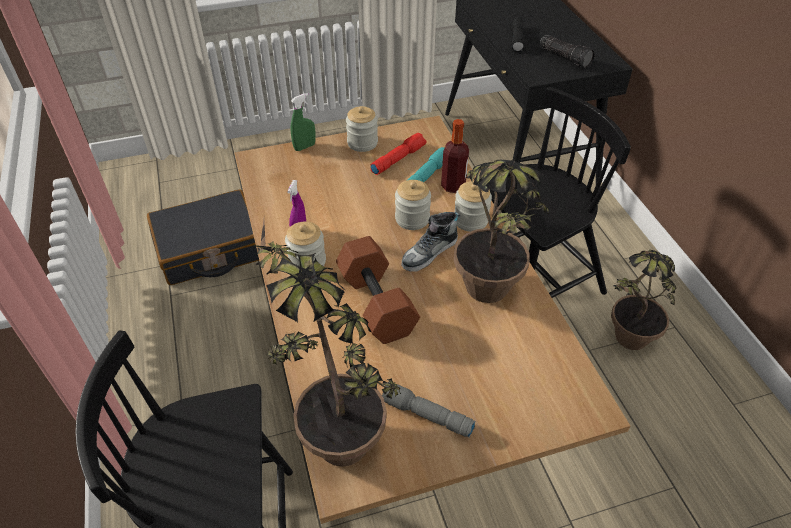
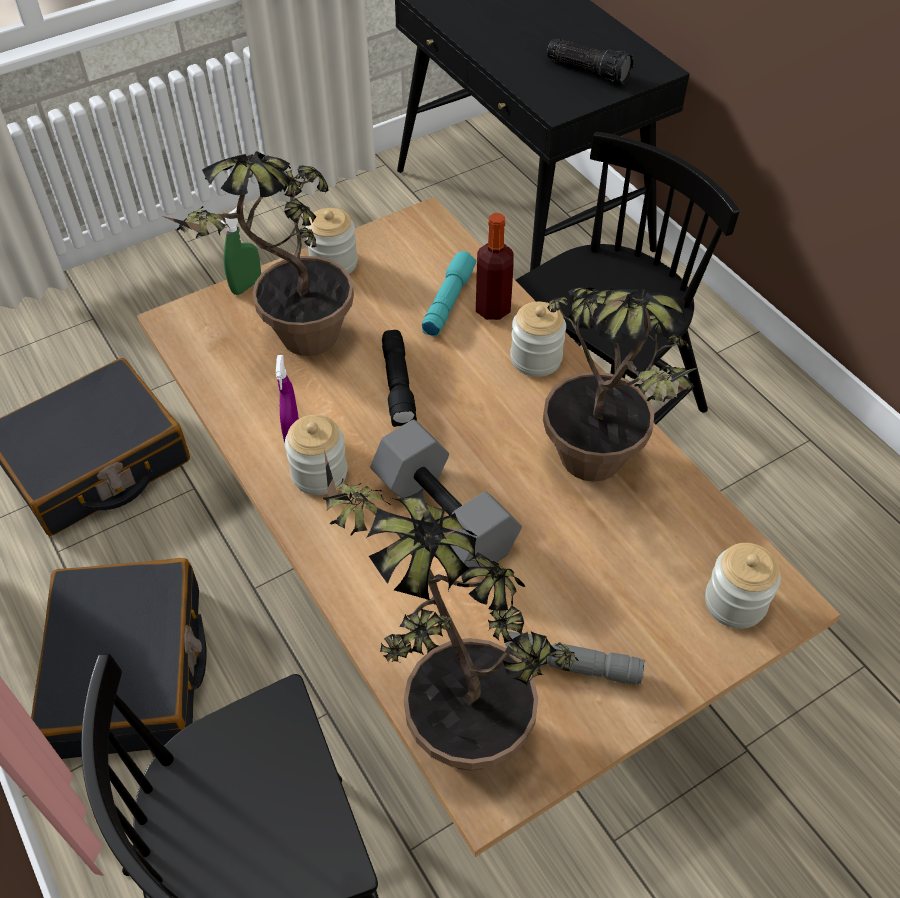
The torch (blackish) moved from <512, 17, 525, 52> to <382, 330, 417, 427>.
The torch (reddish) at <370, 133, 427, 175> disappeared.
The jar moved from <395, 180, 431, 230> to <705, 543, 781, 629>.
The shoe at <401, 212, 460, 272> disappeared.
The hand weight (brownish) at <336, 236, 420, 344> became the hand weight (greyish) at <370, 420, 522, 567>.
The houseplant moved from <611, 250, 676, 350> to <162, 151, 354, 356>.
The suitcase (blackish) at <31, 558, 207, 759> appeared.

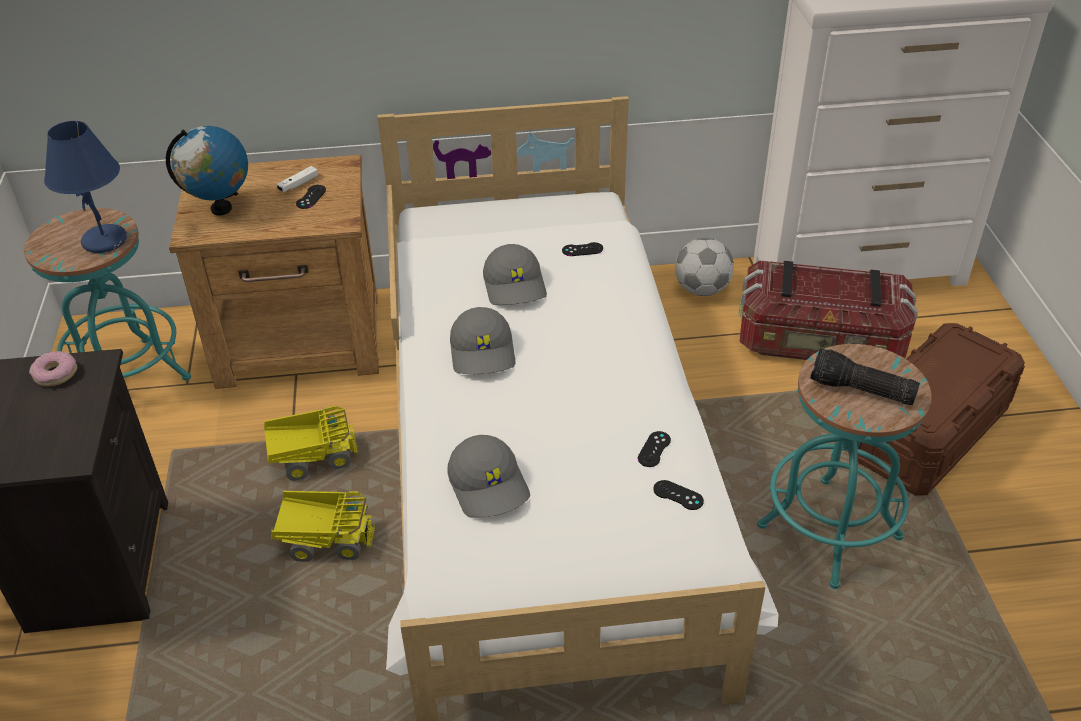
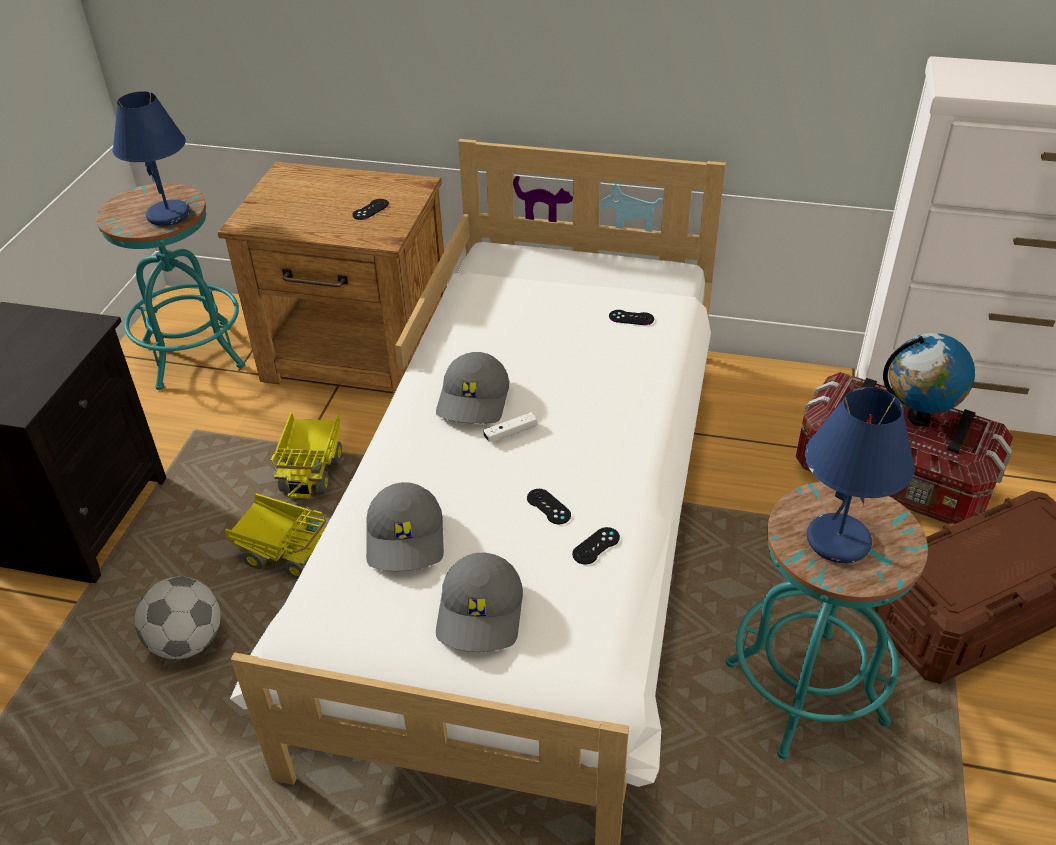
The desk globe moved from <166, 126, 248, 216> to <883, 333, 975, 426>.
The gamepad (white) moved from <277, 166, 318, 192> to <483, 412, 537, 442>.
The ball for football moved from <675, 238, 734, 296> to <135, 576, 221, 659>.
The cap (greyish) moved from <483, 244, 547, 305> to <436, 553, 523, 652>.
The torch at <810, 348, 920, 405> was replaced by the table lamp (blue-coloured) at <805, 387, 915, 563>.
The donut at <29, 351, 77, 387> disappeared.
The toy lorry at <264, 406, 358, 481> turned 90 degrees clockwise.
The gamepad (blackish) moved from <653, 480, 704, 510> to <527, 489, 571, 524>.

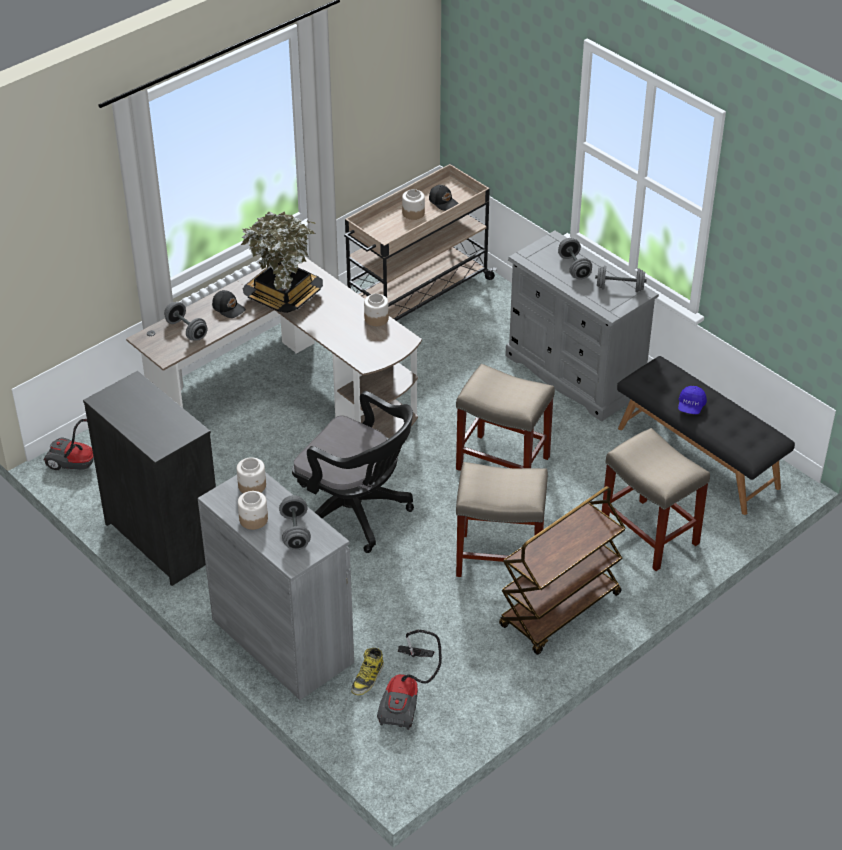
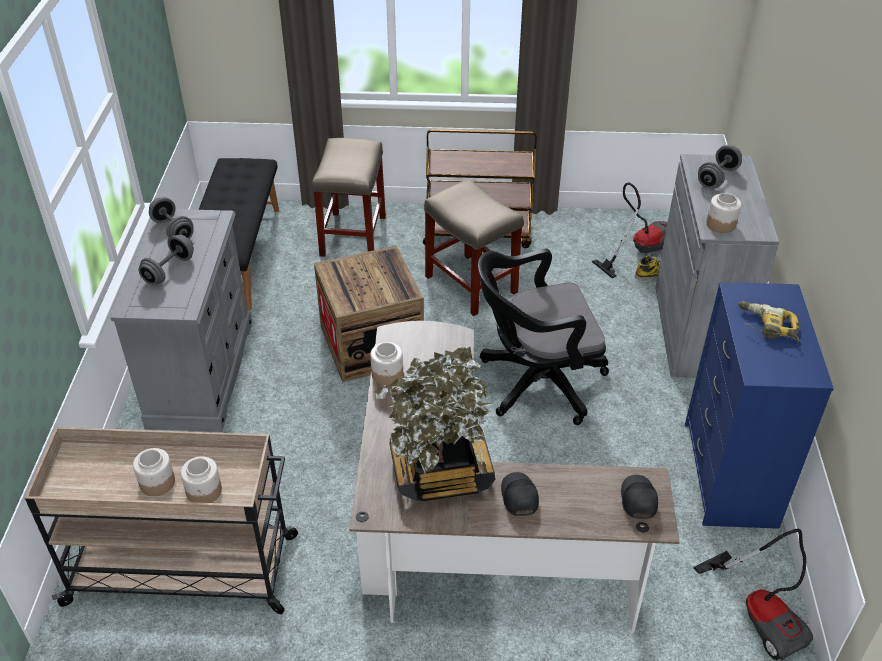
The cap (blackish) moved from <429, 185, 459, 211> to <621, 475, 658, 519>.
The hand weight (greyish) at <164, 302, 207, 341> disappeared.
The stool seat (sand-coloured) at <456, 364, 555, 471> was replaced by the crate at <314, 246, 424, 382>.
The dresser (blackish) at <83, 371, 216, 586> became the dresser (blue-coloured) at <685, 282, 834, 529>.
The cap (blue-coloured) at <678, 386, 707, 414> disappeared.
The office chair (blackish) at <292, 391, 414, 553> turned 90 degrees counterclockwise.
The jar moved from <238, 491, 268, 530> to <181, 456, 222, 503>.
The drill at <738, 301, 799, 343> appeared.

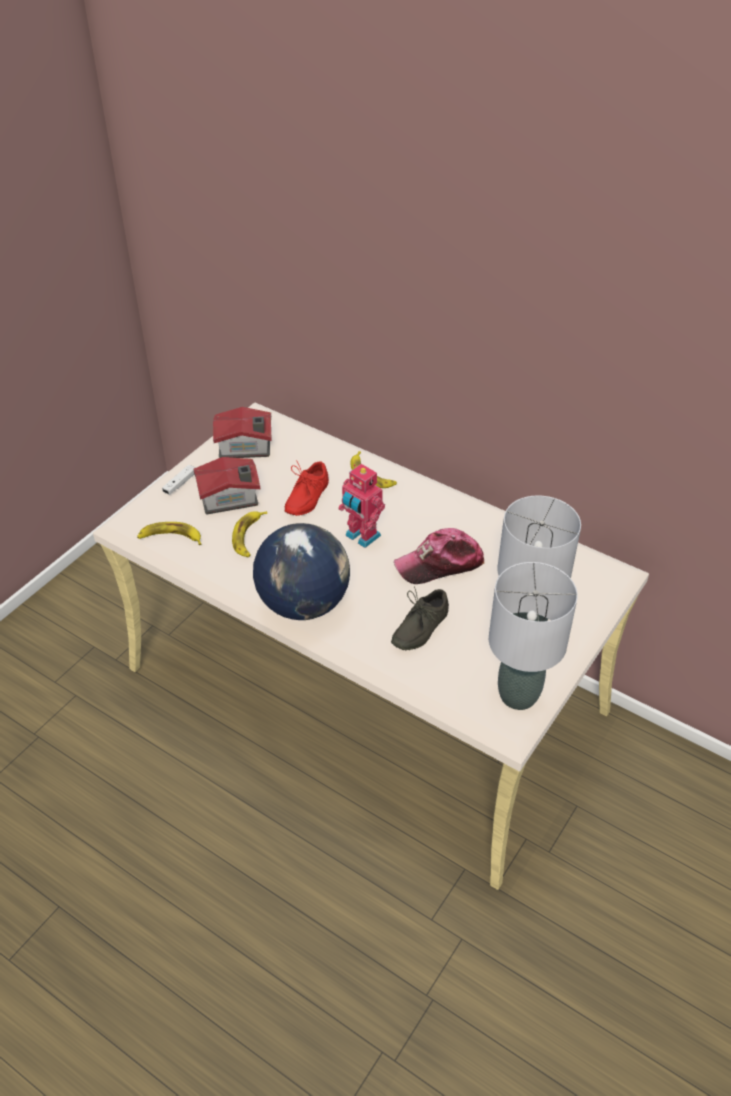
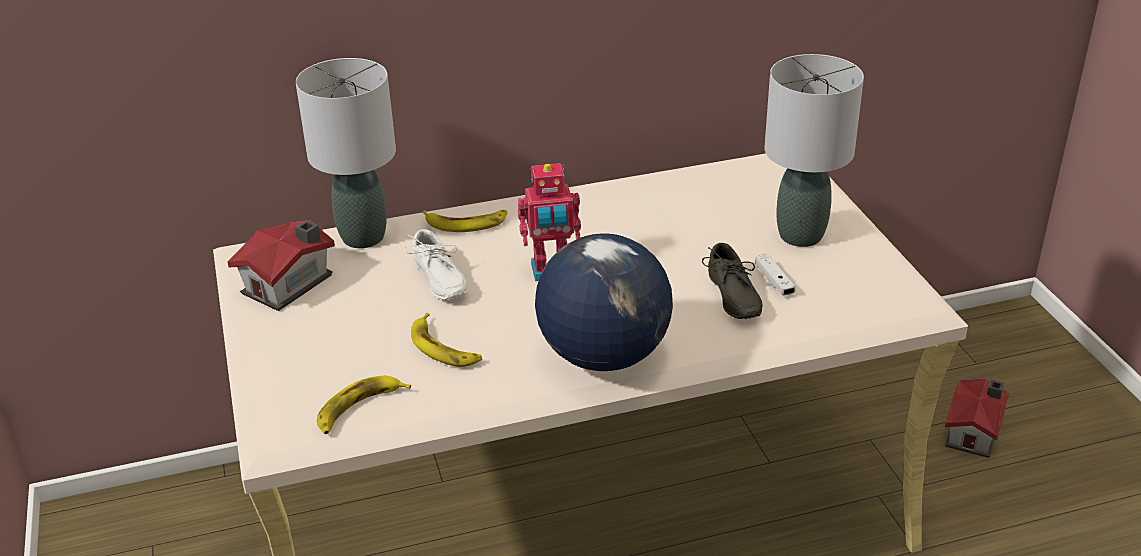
The model house moved from <194, 457, 260, 514> to <945, 378, 1009, 458>.
The shoe (reddish) at <284, 460, 329, 516> became the shoe (white) at <404, 229, 468, 300>.
The gamepad (white) moved from <162, 465, 195, 495> to <755, 254, 796, 296>.
The cap at <394, 528, 484, 584> disappeared.
The table lamp (greyish) moved from <489, 562, 578, 710> to <296, 58, 396, 248>.

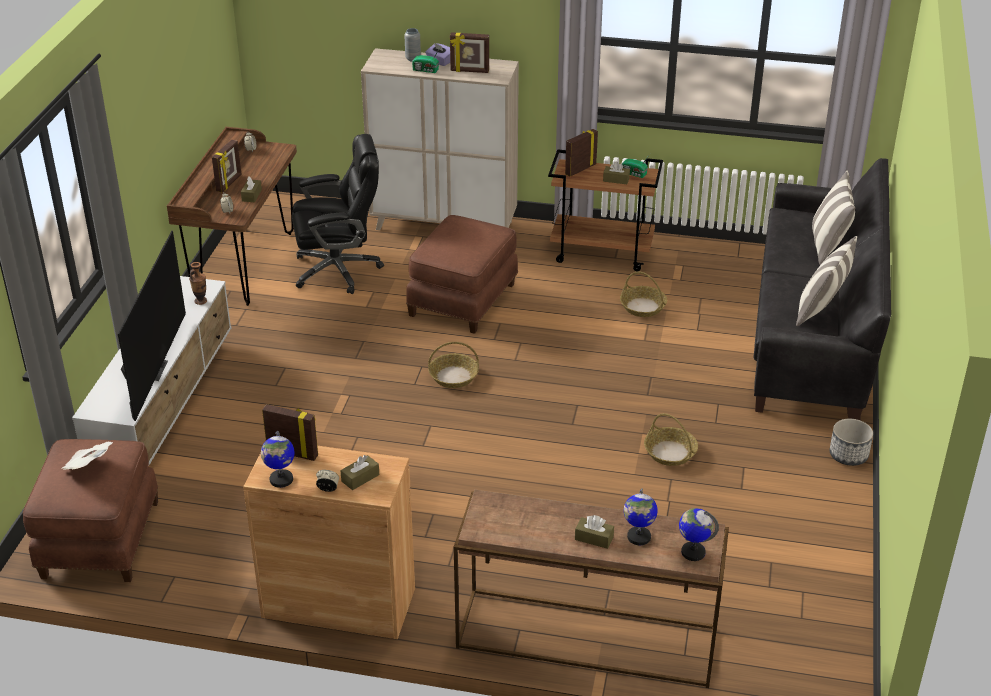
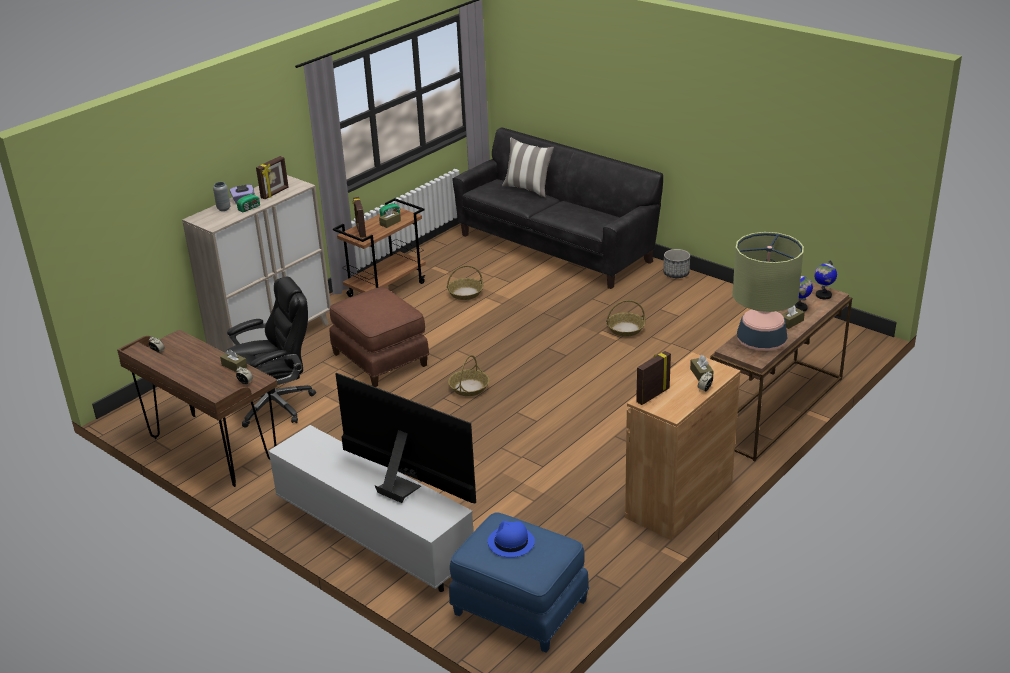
The office chair (blackish) at <292, 134, 384, 294> turned 45 degrees clockwise.
The standing frame at <212, 140, 241, 192> disappeared.
The throw pillow at <796, 236, 857, 326> disappeared.
The decorative vase at <189, 262, 207, 305> disappeared.
The desk globe at <261, 431, 295, 488> disappeared.
The footrest (brownish) at <23, 439, 158, 582> became the footrest (blue-coloured) at <449, 512, 589, 653>.
The printed paper at <61, 442, 113, 470> was replaced by the clothing hat (blue-coloured) at <487, 521, 535, 557>.
The table lamp at <732, 232, 804, 351> appeared.

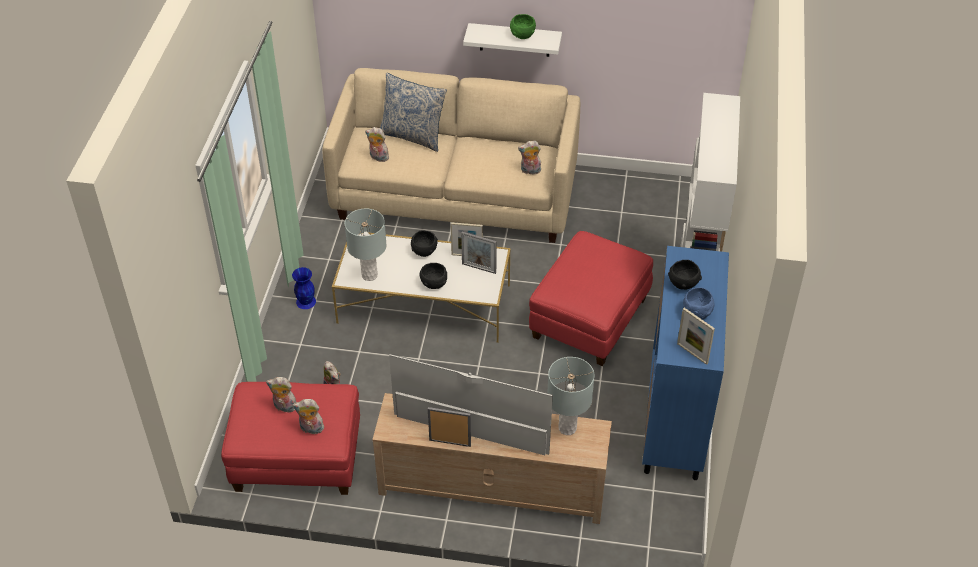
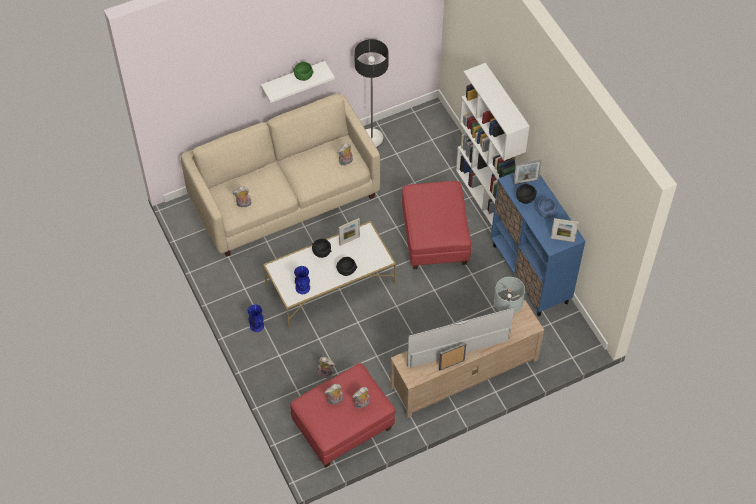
The throw pillow at <380, 73, 447, 152> disappeared.
The table lamp (greyish) at <345, 209, 387, 281> was replaced by the decorative vase (blue-coloured) at <294, 266, 310, 294>.
The standing frame moved from <461, 232, 497, 274> to <513, 159, 542, 185>.
The floor lamp at <354, 39, 389, 148> appeared.

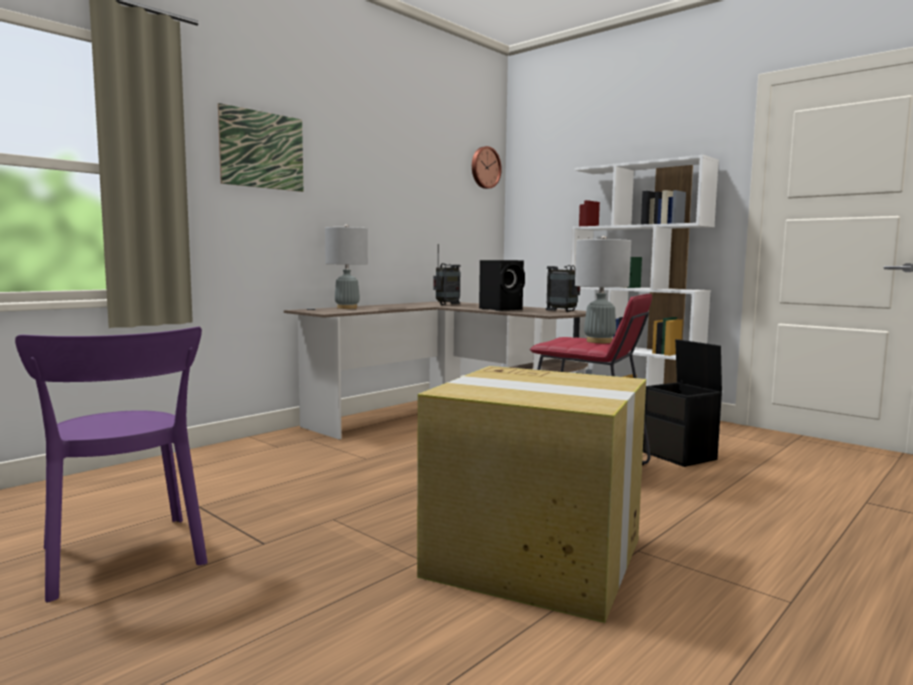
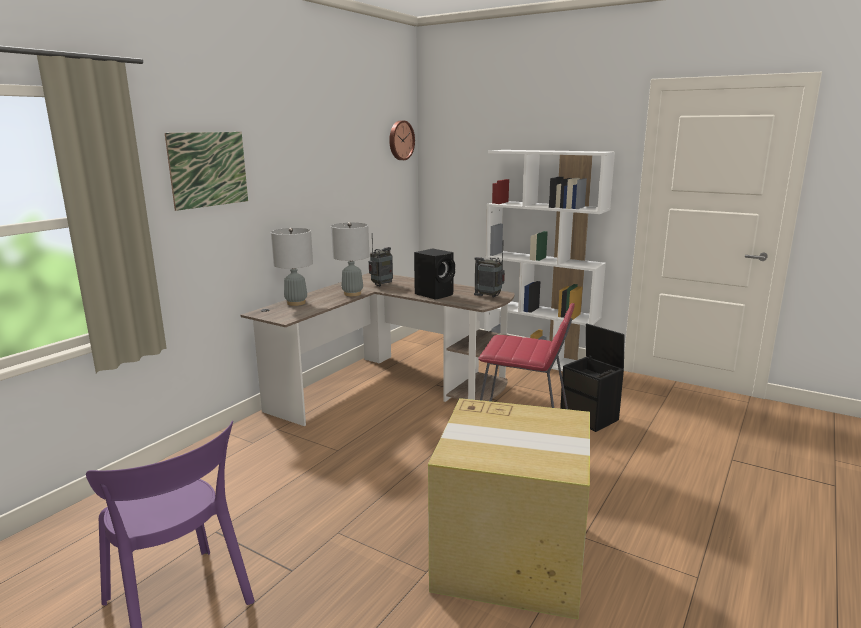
The table lamp (greyish) moved from <575, 236, 631, 343> to <331, 222, 369, 296>.

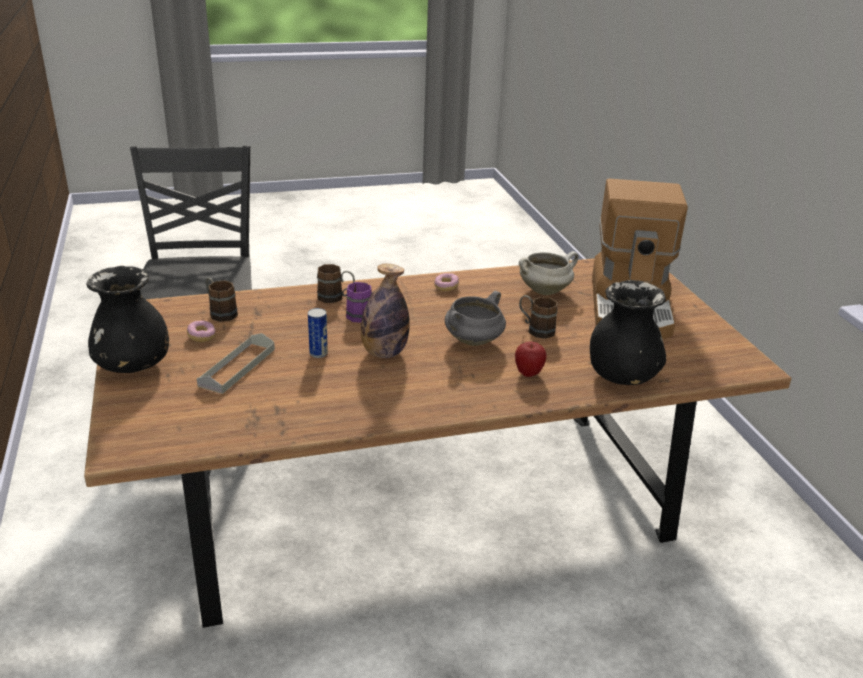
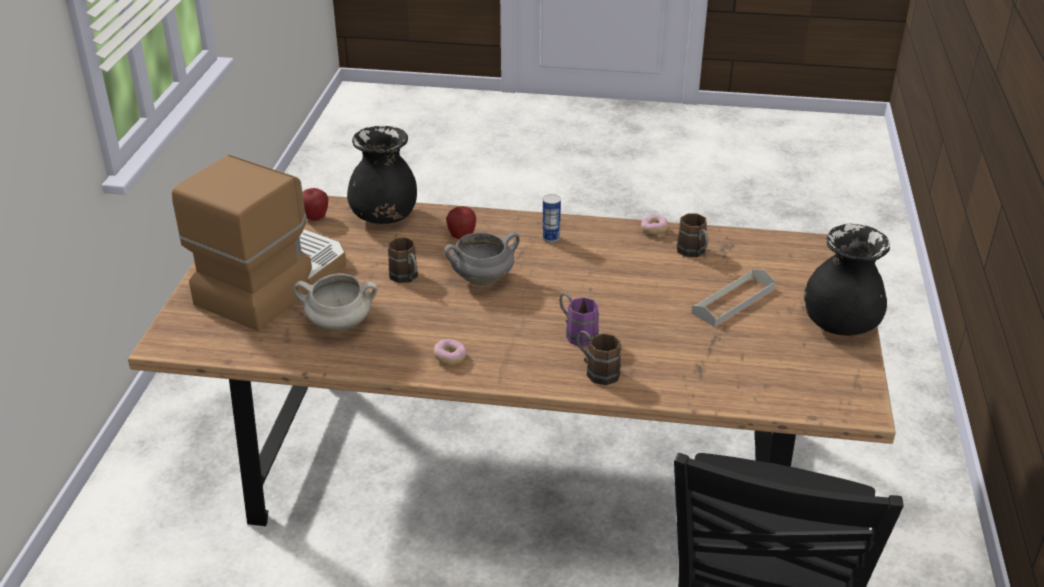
The drink bottle at <361, 264, 409, 358> disappeared.
The mug (brownish) moved from <206, 278, 238, 322> to <677, 213, 708, 257>.
The sealed can moved from <308, 308, 328, 358> to <542, 194, 561, 243>.
The donut moved from <187, 320, 216, 342> to <641, 215, 668, 234>.
The whole apple at <302, 188, 328, 221> appeared.

